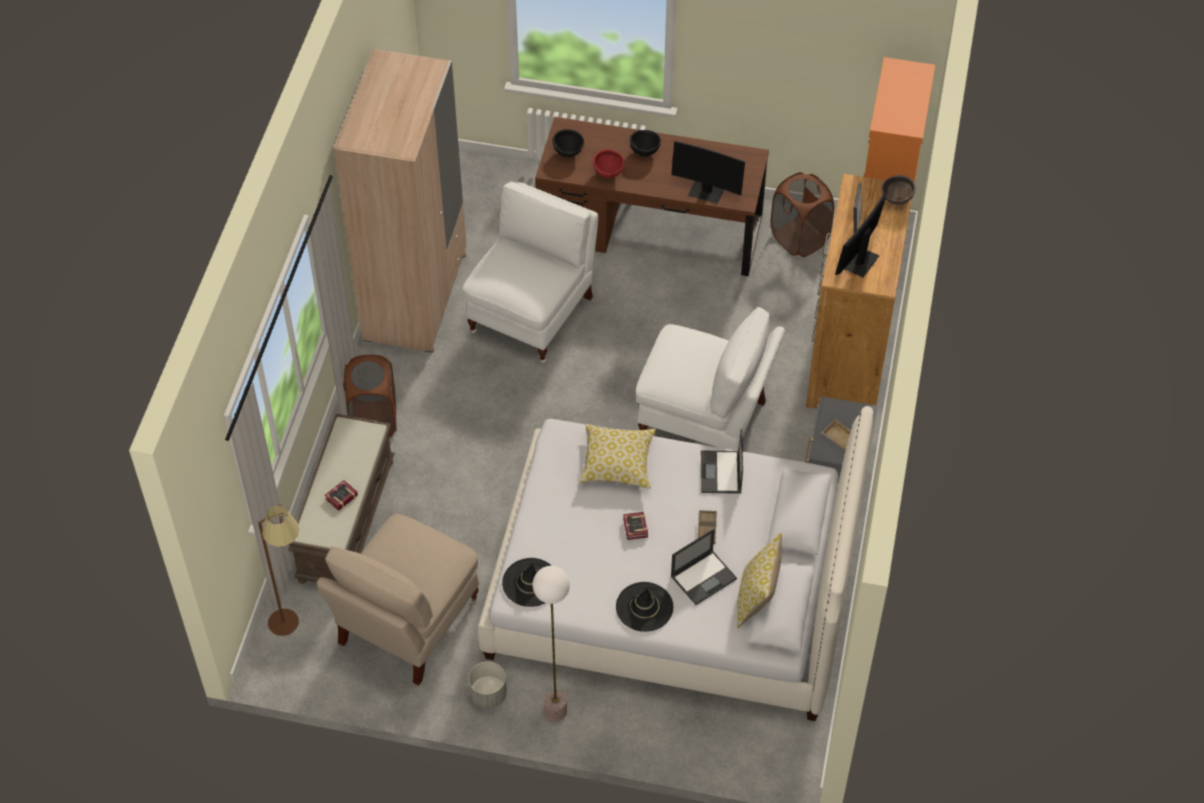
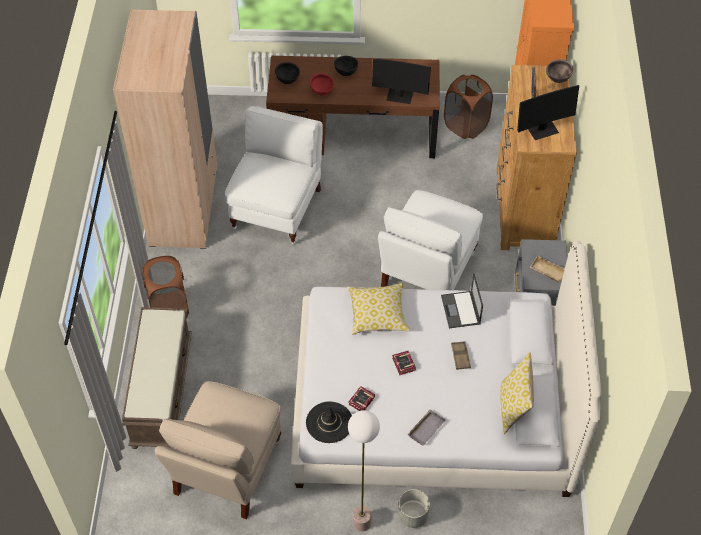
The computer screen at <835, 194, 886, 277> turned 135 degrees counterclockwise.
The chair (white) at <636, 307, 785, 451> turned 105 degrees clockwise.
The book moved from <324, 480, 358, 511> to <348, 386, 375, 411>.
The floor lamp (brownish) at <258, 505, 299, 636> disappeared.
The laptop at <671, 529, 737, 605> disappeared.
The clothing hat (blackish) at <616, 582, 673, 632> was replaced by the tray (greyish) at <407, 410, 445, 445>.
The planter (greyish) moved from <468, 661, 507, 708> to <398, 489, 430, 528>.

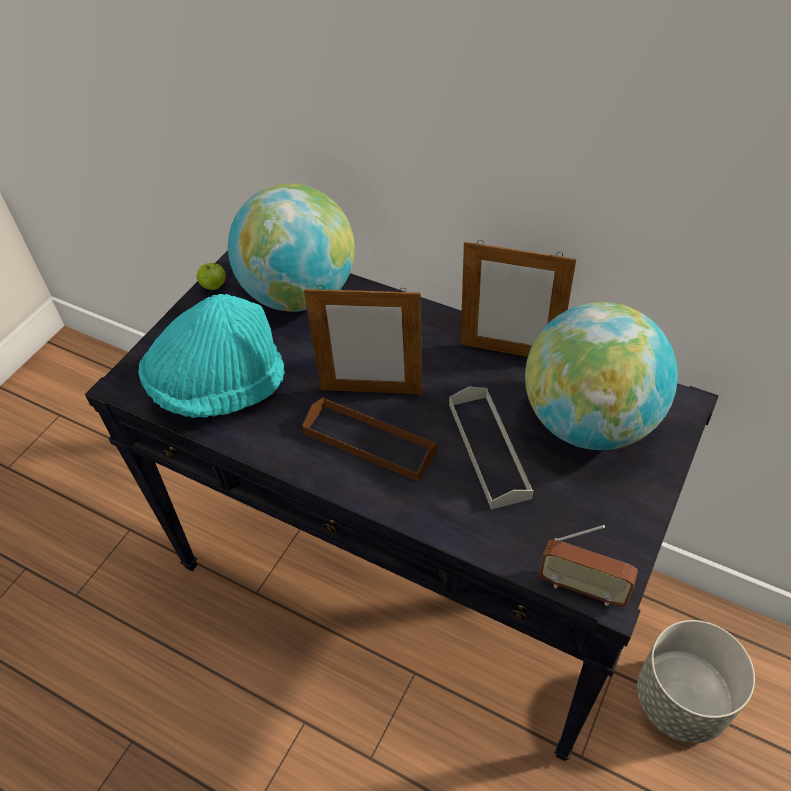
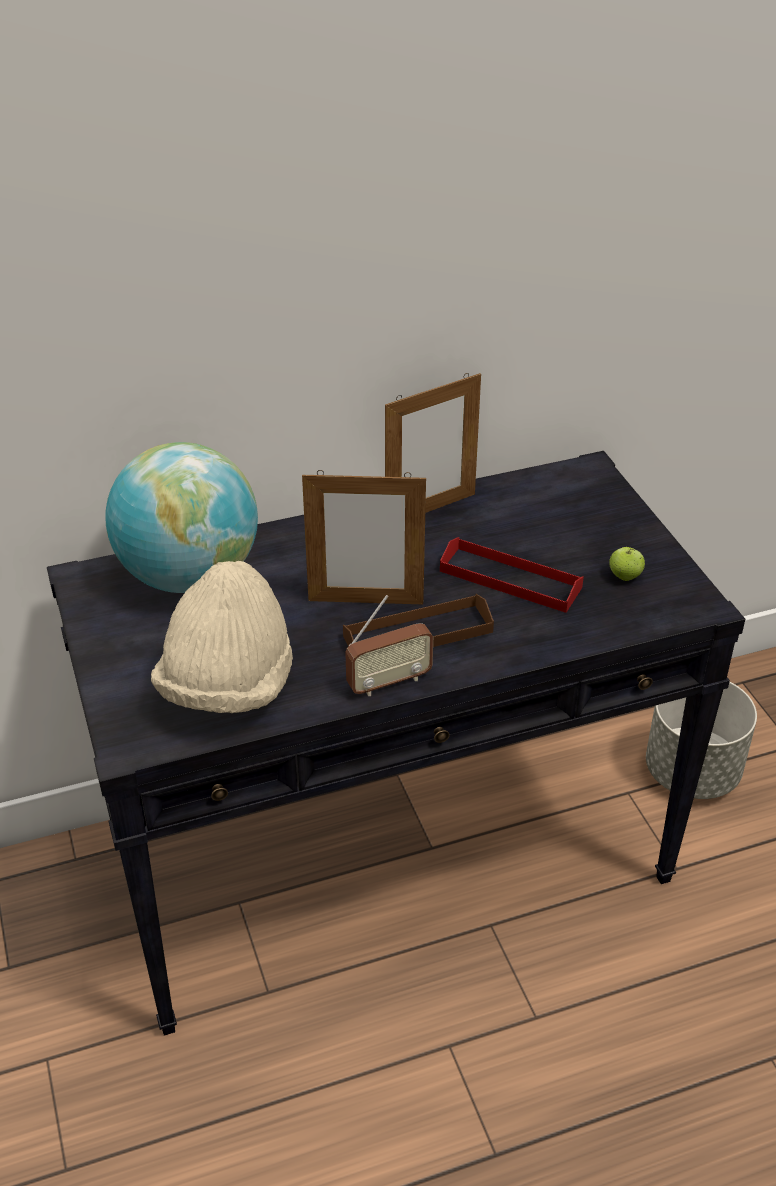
The whole apple moved from <197, 263, 226, 290> to <609, 547, 645, 581>.
The standing frame at <304, 285, 423, 394> turned 45 degrees clockwise.
The clothing hat (turquoise) at <138, 294, 285, 418> became the clothing hat (sand-coloured) at <151, 561, 293, 713>.
The desk globe at <525, 302, 678, 450> disappeared.
The tray (greyish) at <449, 386, 534, 509> became the tray (reddish) at <440, 537, 584, 613>.
The radio receiver moved from <539, 525, 638, 607> to <345, 595, 433, 696>.

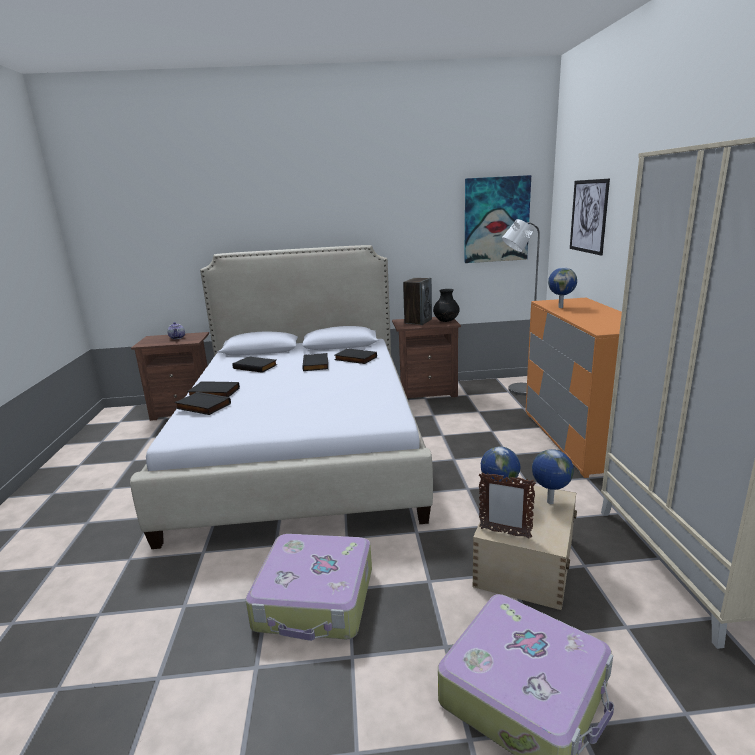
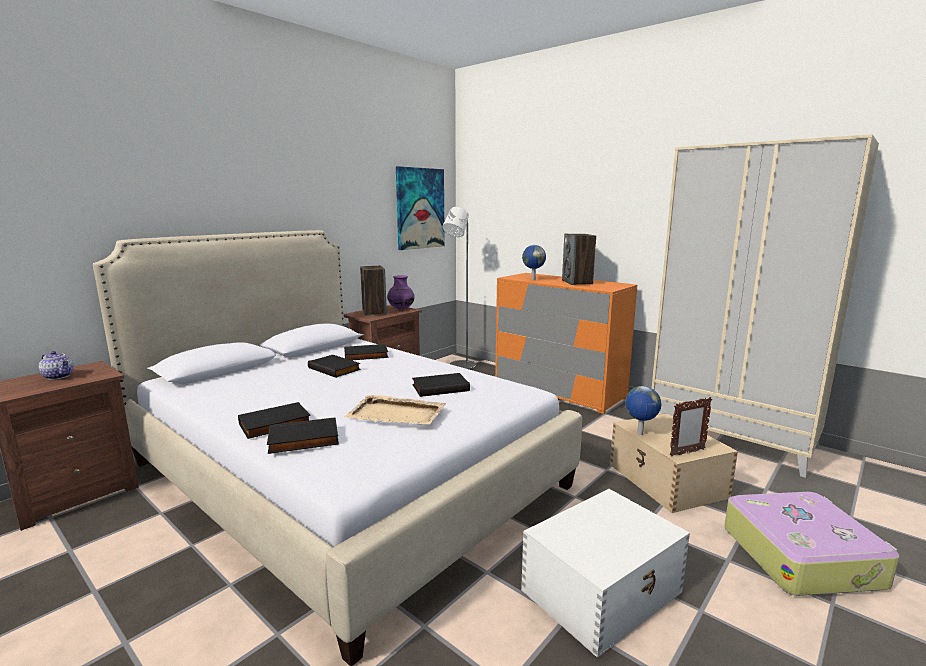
The wall art at <570, 179, 610, 256> disappeared.
The decorative vase (blackish) at <433, 289, 460, 322> became the decorative vase (purplish) at <387, 275, 415, 309>.
The book (blackish) moved from <232, 356, 278, 373> to <412, 373, 470, 397>.
The desk globe at <532, 449, 574, 504> disappeared.
The suitcase at <246, 534, 372, 641> was replaced by the storage bin (white) at <521, 489, 690, 658>.
The speaker at <562, 233, 596, 285> appeared.
The tray (sand-coloured) at <344, 395, 446, 425> appeared.

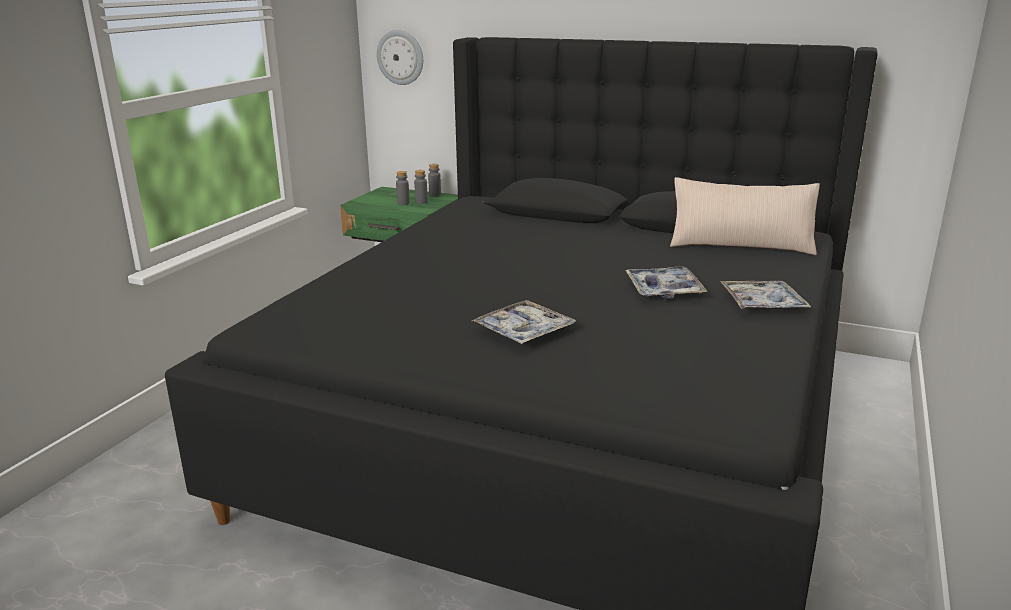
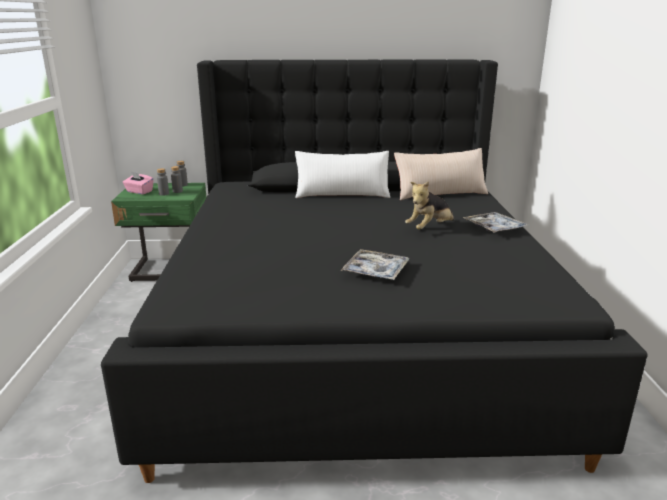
The clock on the wall at <377, 30, 423, 85> disappeared.
The tray at <625, 266, 708, 299> was replaced by the cuddly toy at <405, 181, 454, 230>.
The throw pillow (white) at <295, 151, 390, 198> appeared.
The tissue box (pink-coloured) at <123, 172, 154, 194> appeared.

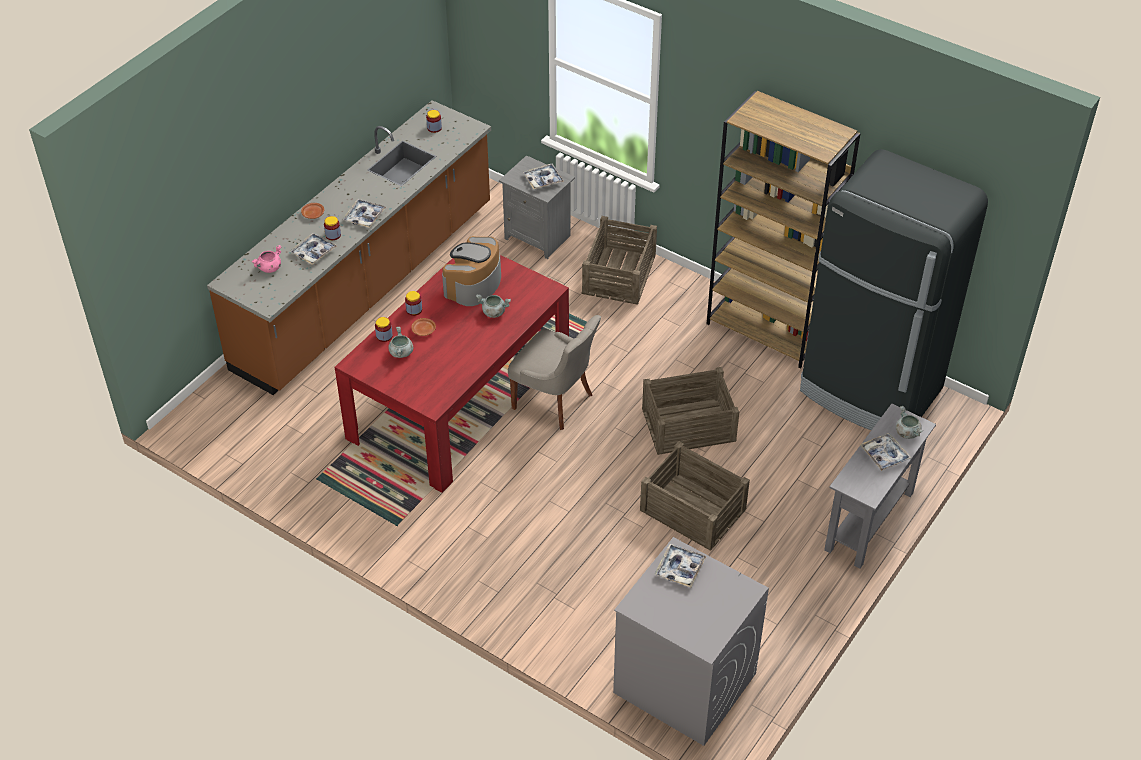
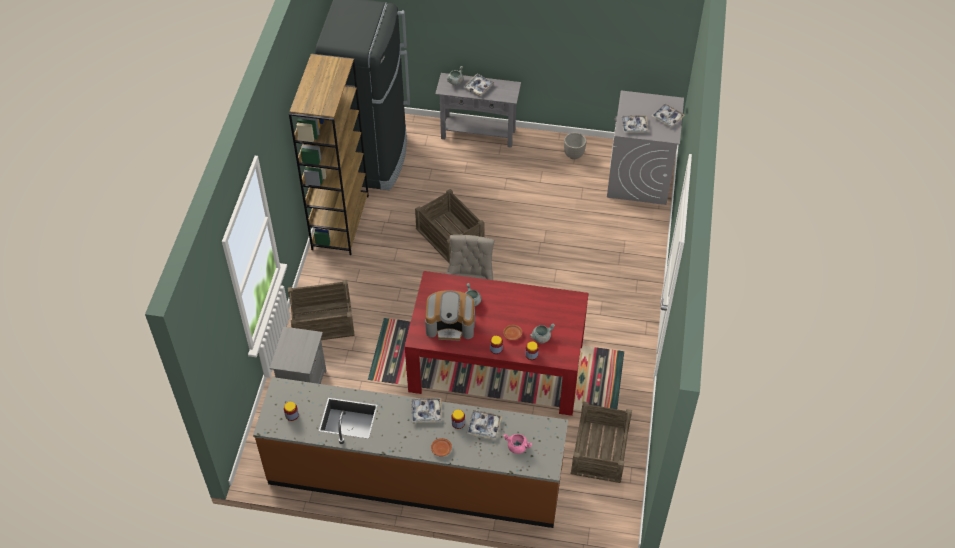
The tray moved from <523, 164, 564, 189> to <651, 103, 685, 127>.
The crate moved from <640, 441, 750, 551> to <571, 401, 632, 483>.
The planter at <564, 132, 586, 159> appeared.

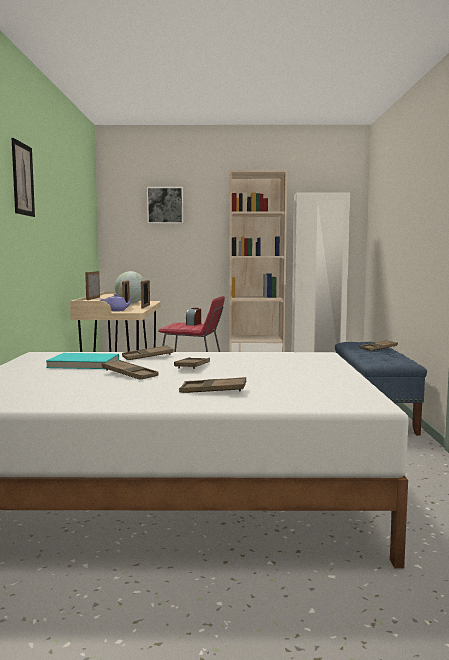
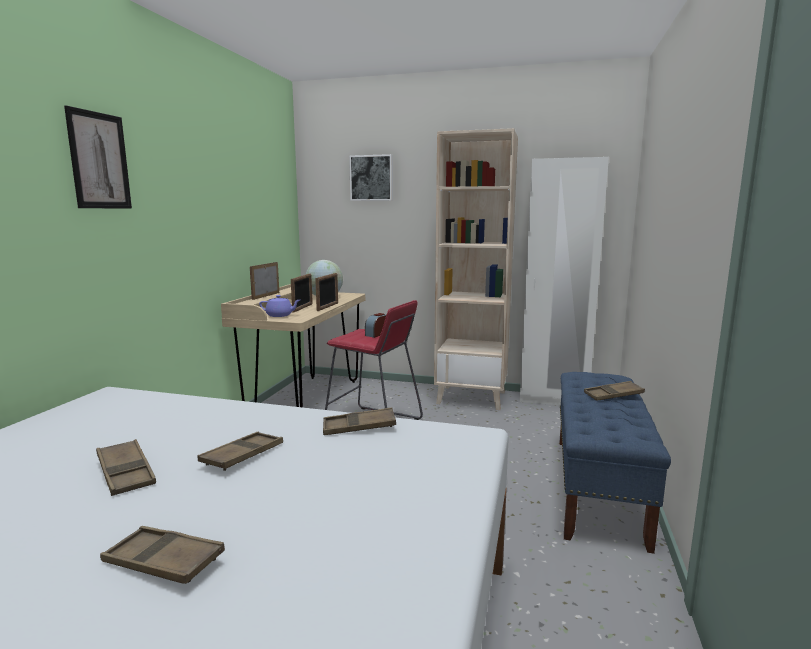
The tray (brownish) moved from <122, 345, 174, 360> to <323, 407, 396, 435>.
The book (turquoise) at <46, 353, 119, 369> disappeared.

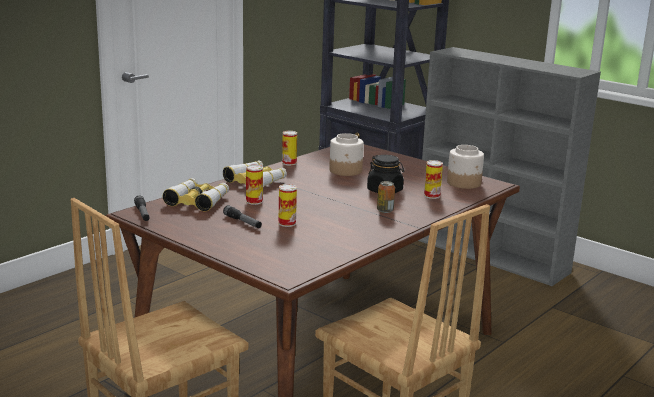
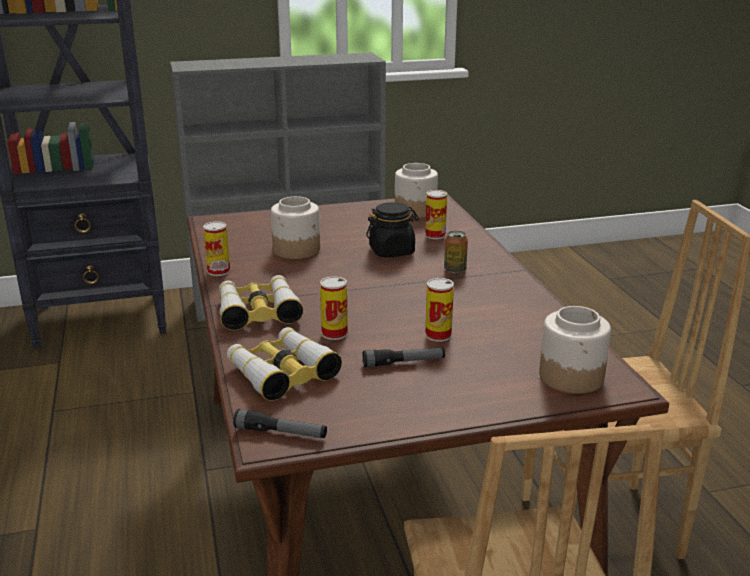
The jar at <539, 306, 611, 394> appeared.

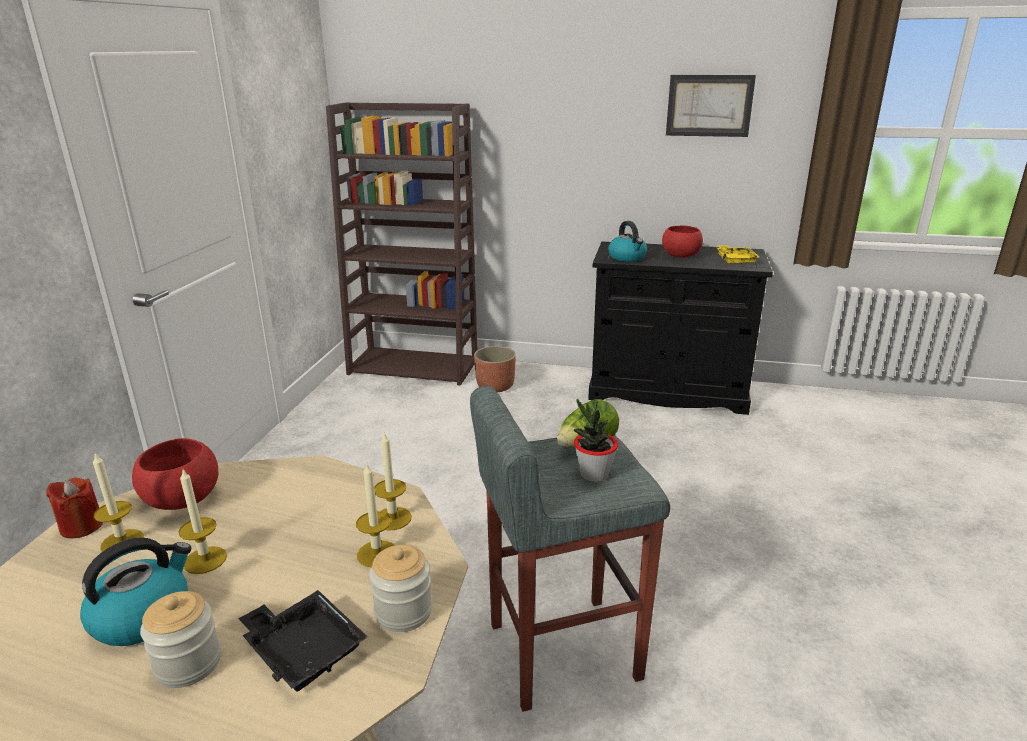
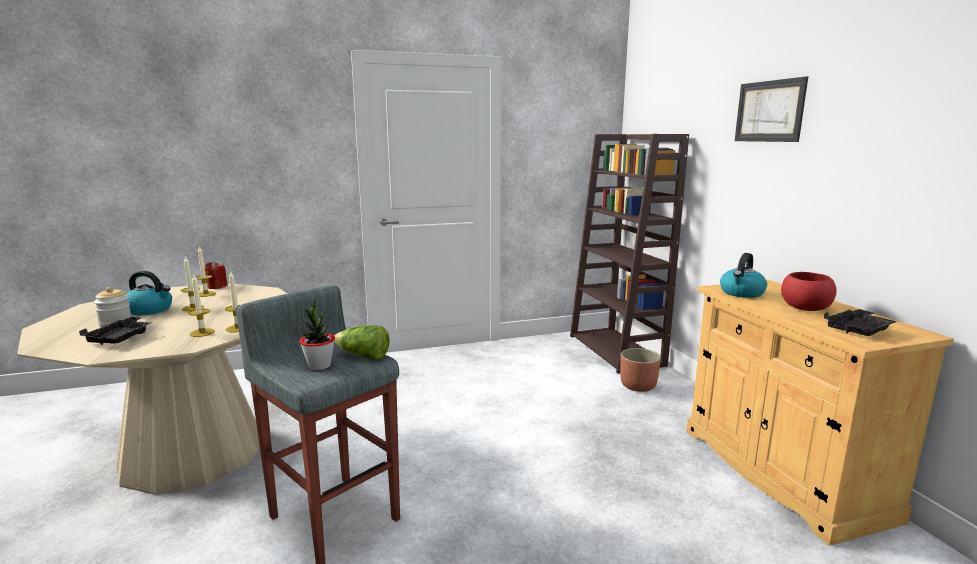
The wall art moved from <666, 75, 756, 137> to <735, 76, 808, 142>.
The cabinet (blackish) at <588, 242, 773, 415> became the cabinet (sand-coloured) at <686, 280, 954, 546>.
The tray (yellowish) at <717, 245, 759, 264> became the tray (blackish) at <824, 309, 897, 336>.
The bowl (reddish) at <132, 438, 218, 510> disappeared.
The jar at <369, 545, 433, 632> disappeared.

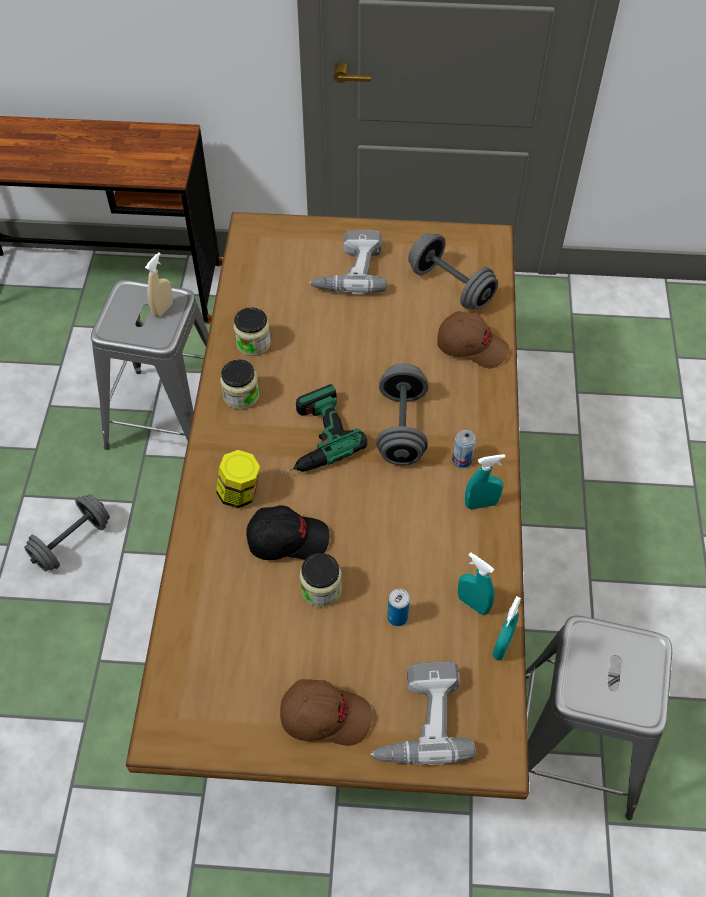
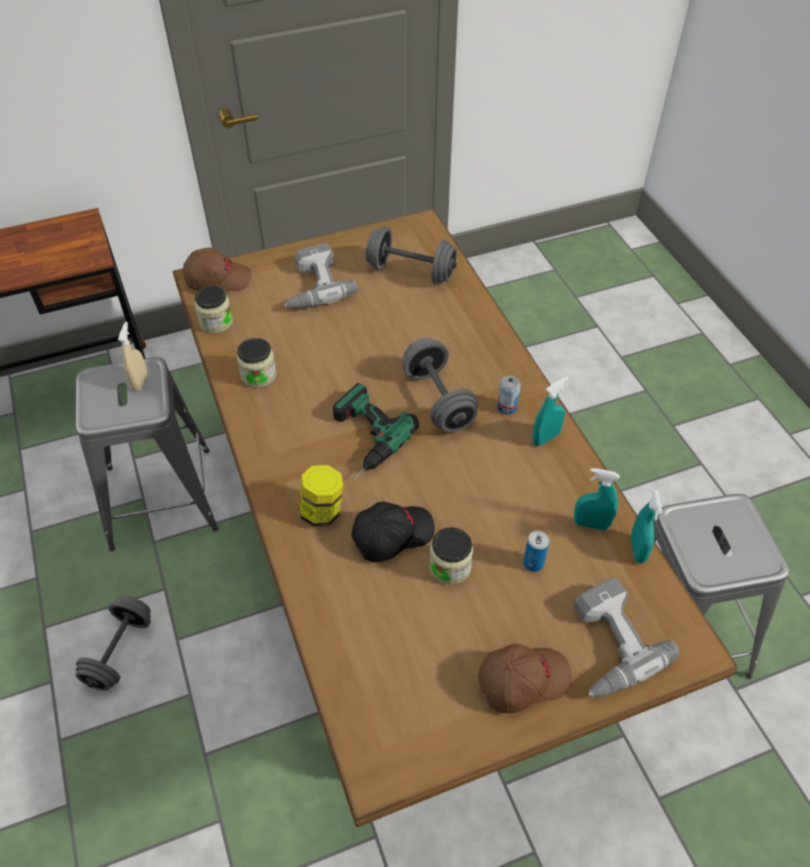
The cap (brownish) moved from <437, 311, 509, 368> to <183, 248, 252, 291>.
The jar moved from <220, 359, 259, 410> to <194, 285, 233, 333>.

